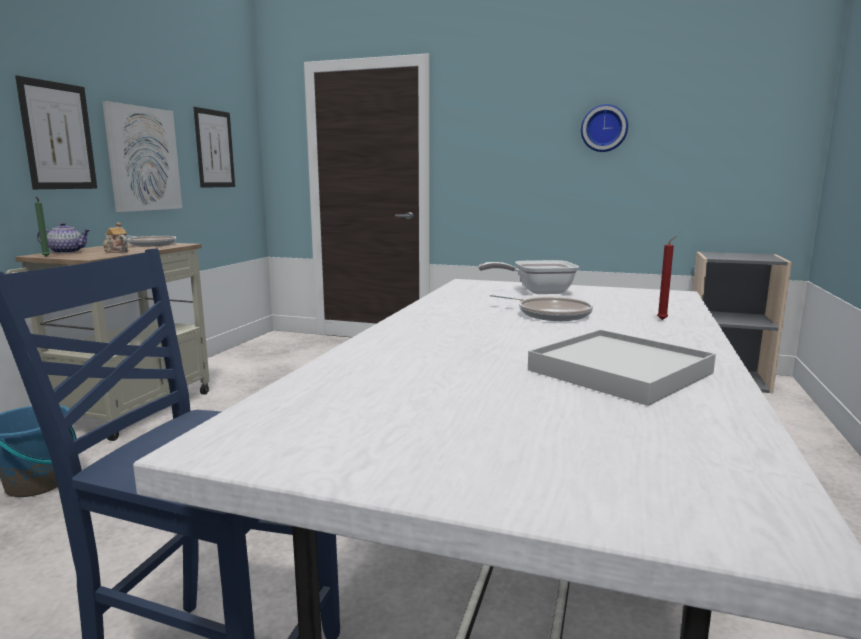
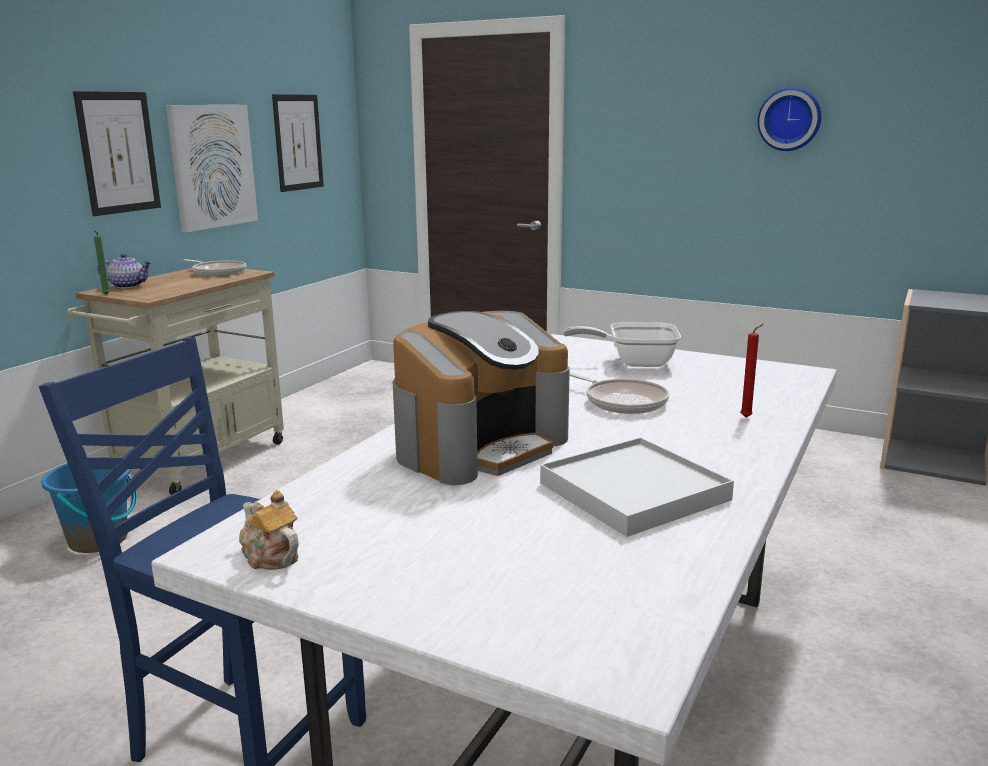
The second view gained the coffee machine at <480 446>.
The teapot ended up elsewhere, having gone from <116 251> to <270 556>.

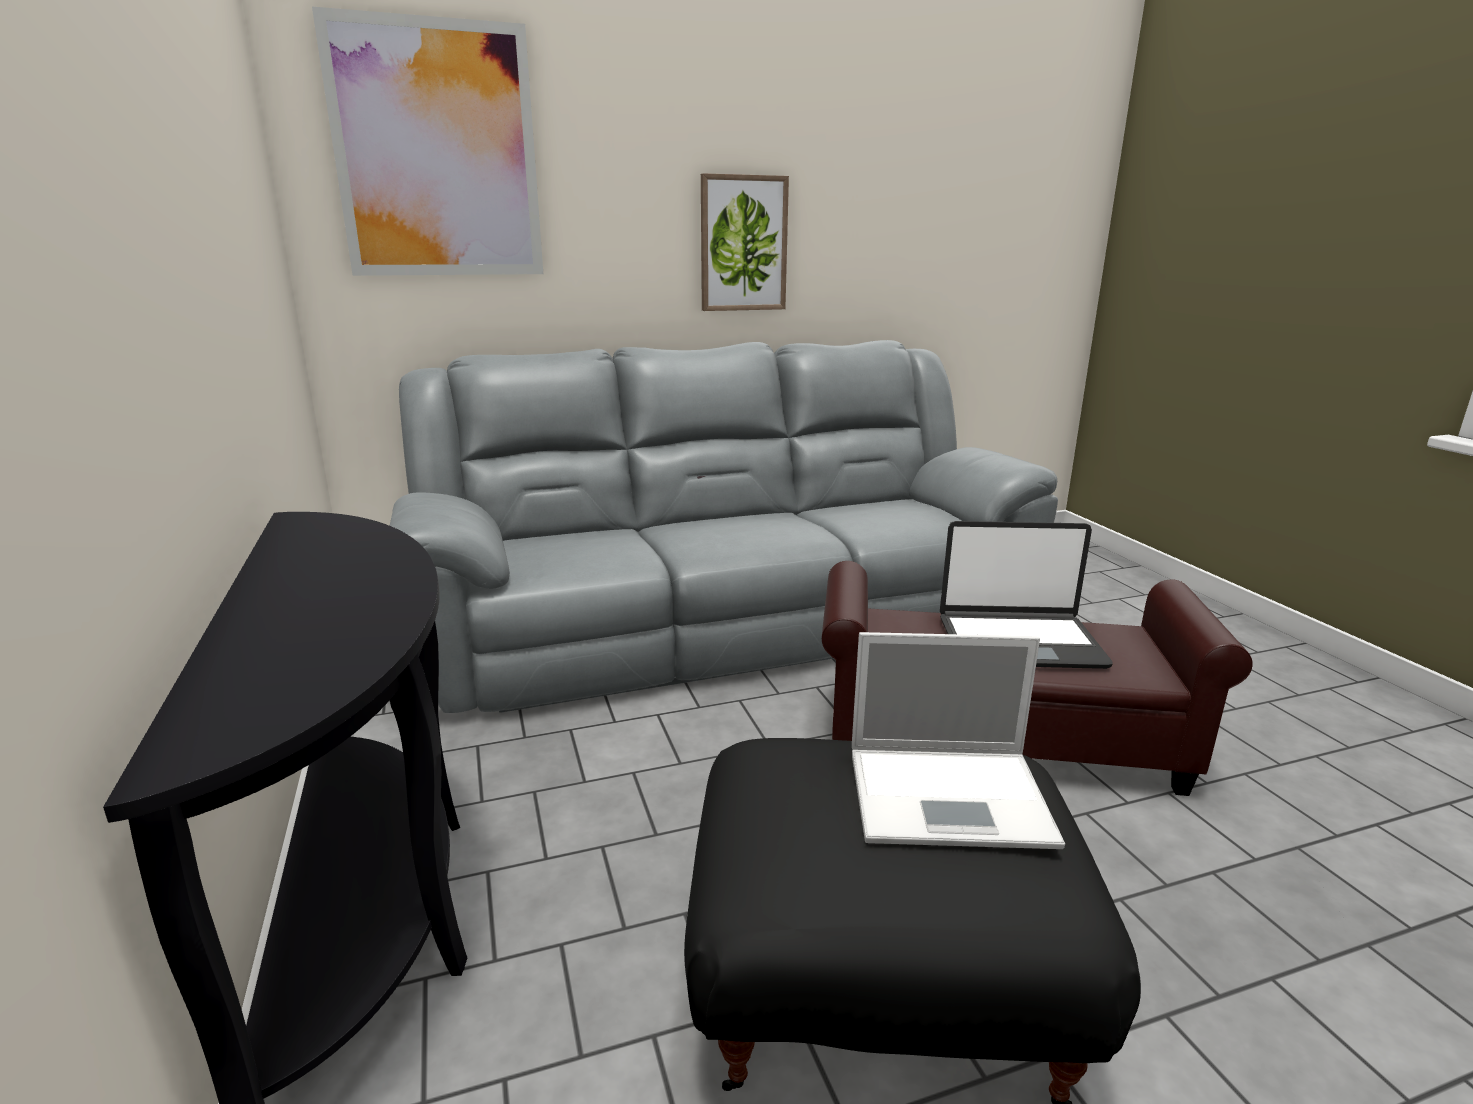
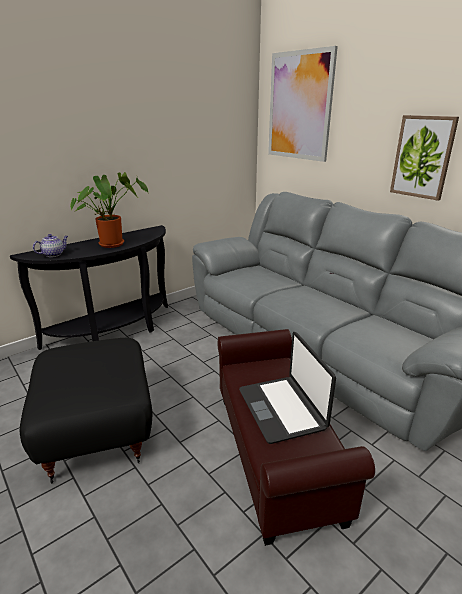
The second view lost the laptop at <952 796>.
The second view gained the teapot at <53 254>.
The second view gained the potted plant at <114 243>.

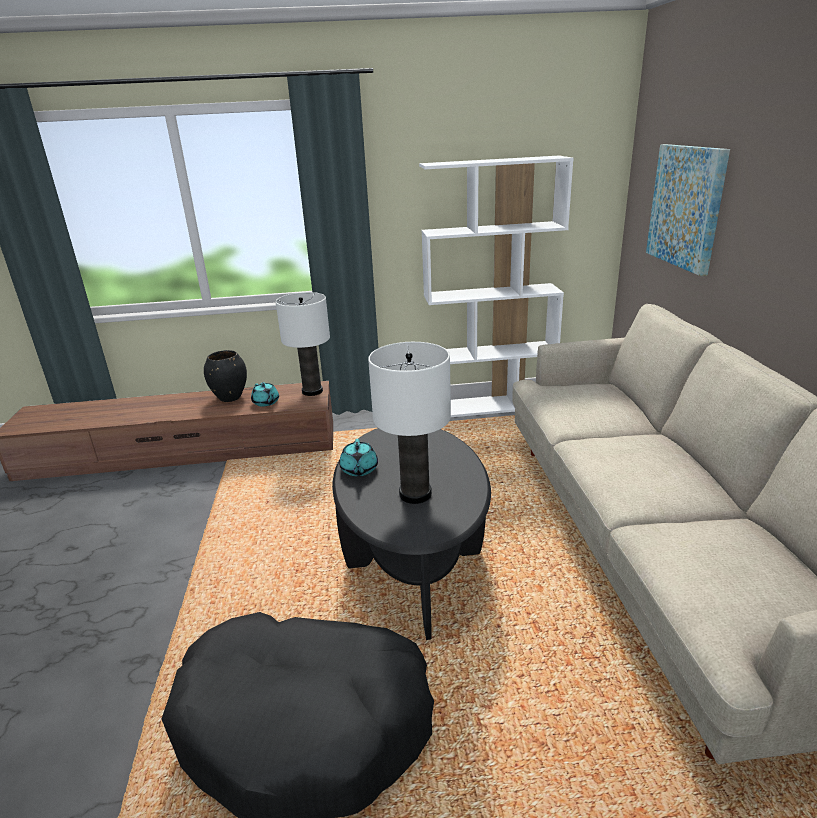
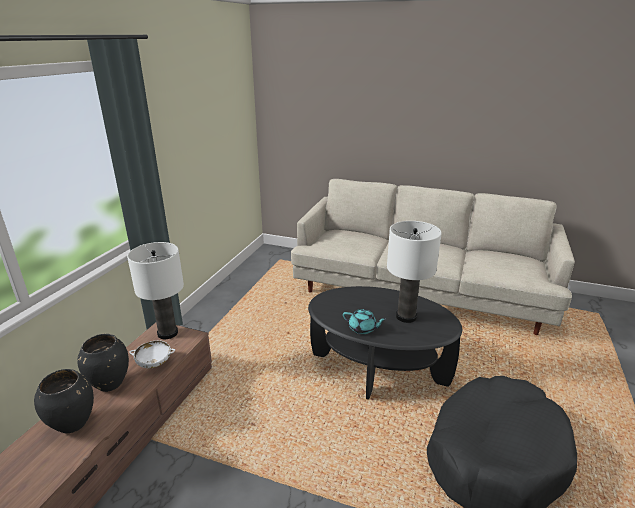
The second view lost the white bookcase at <490 405>.
The second view lost the picture at <686 207>.
The second view gained the black vase at <73 423>.
Where the turquoise teapot stood at <266 402>, the white bowl came to stand at <154 363>.

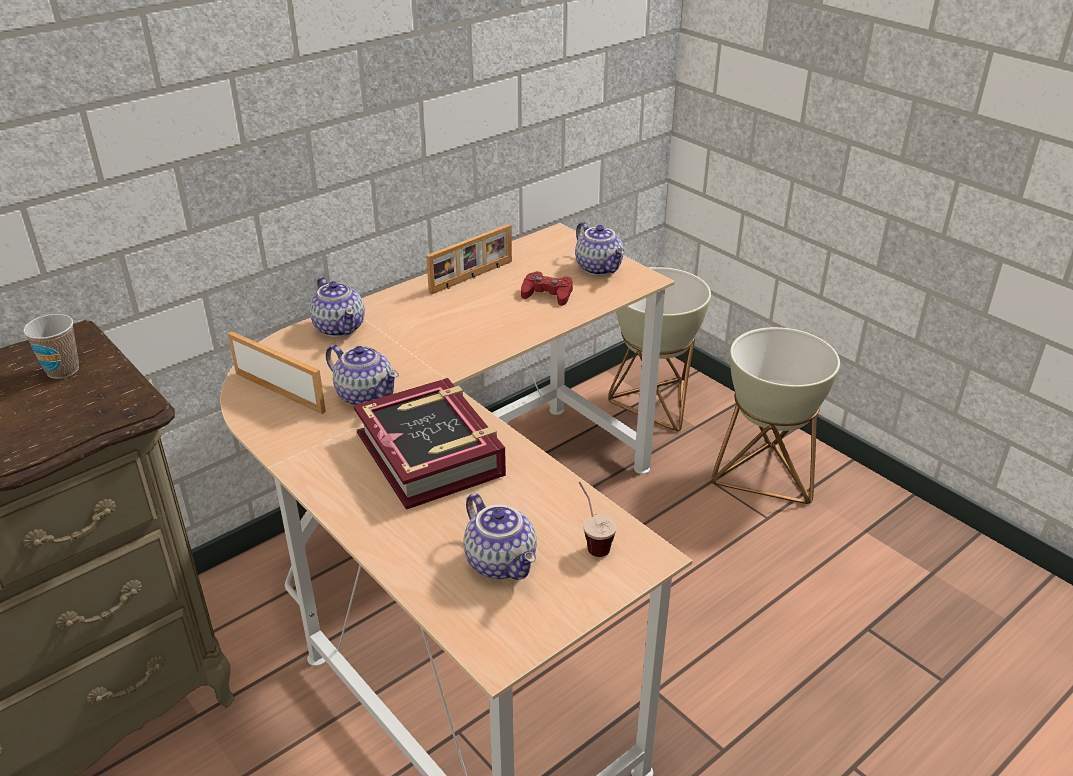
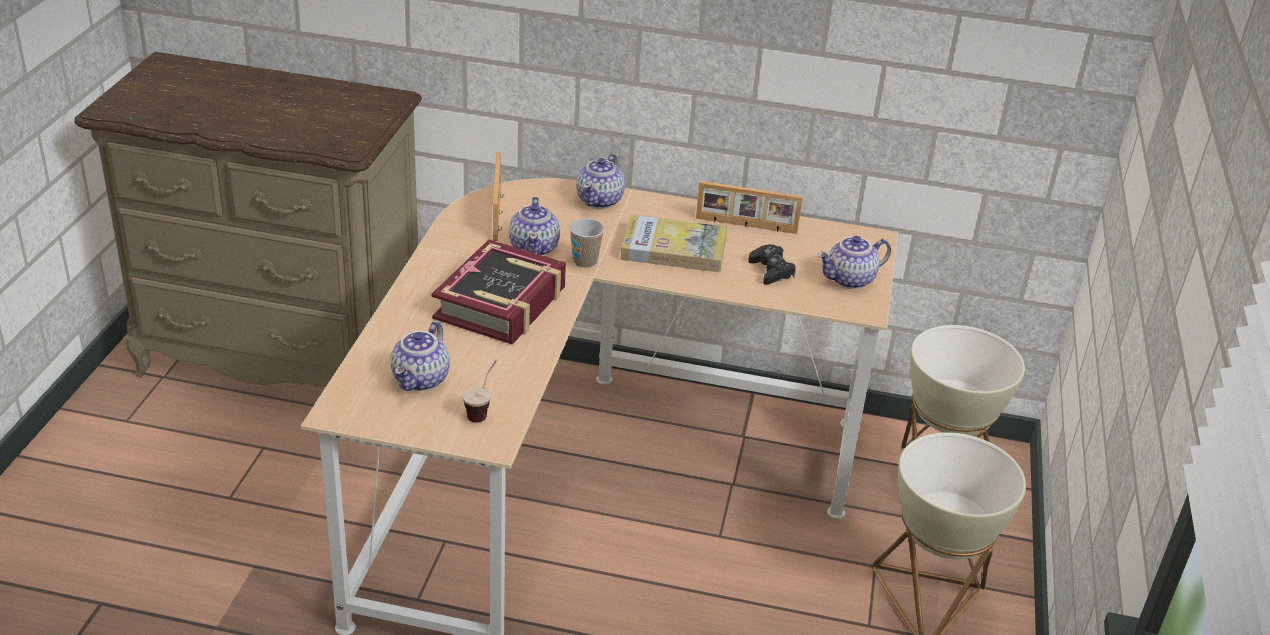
The second view gained the book at <674 248>.
The cup ended up elsewhere, having gone from <63 370> to <585 261>.
What was the red game controller at <547 294> turned into the black game controller at <771 270>.
The teapot at <600 268> ended up facing another way, 45 degrees clockwise from before.

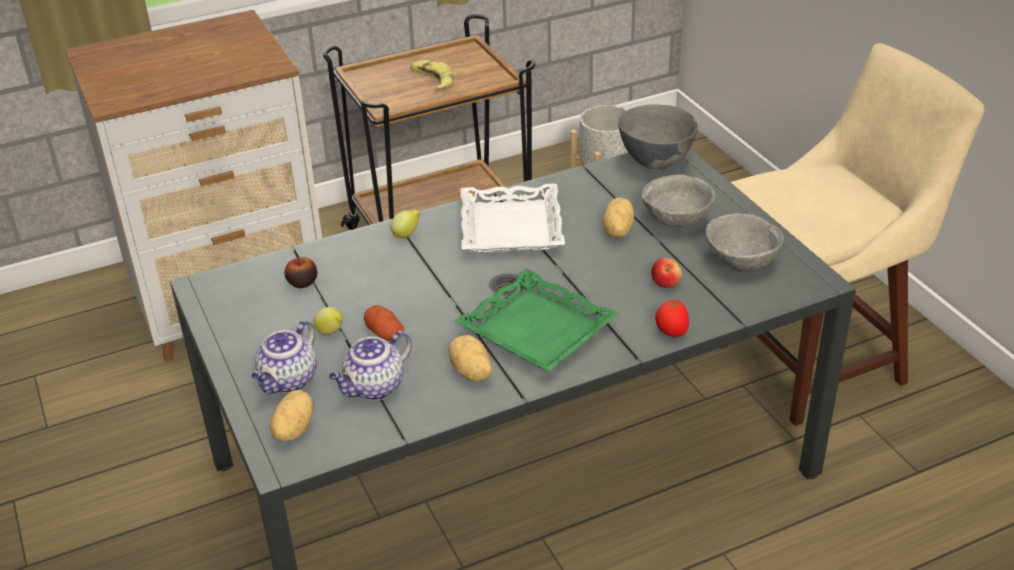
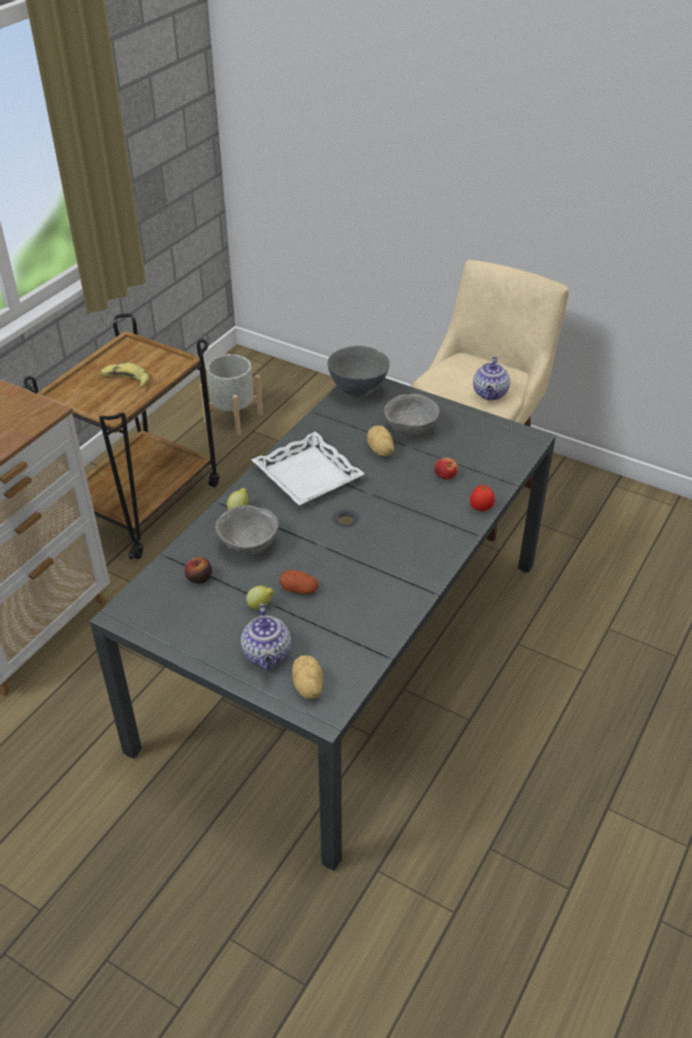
The second view lost the potato at <471 373>.
The second view lost the green tray at <536 330>.
The teapot ended up elsewhere, having gone from <374 388> to <490 394>.
The grey bowl ended up elsewhere, having gone from <740 261> to <248 545>.

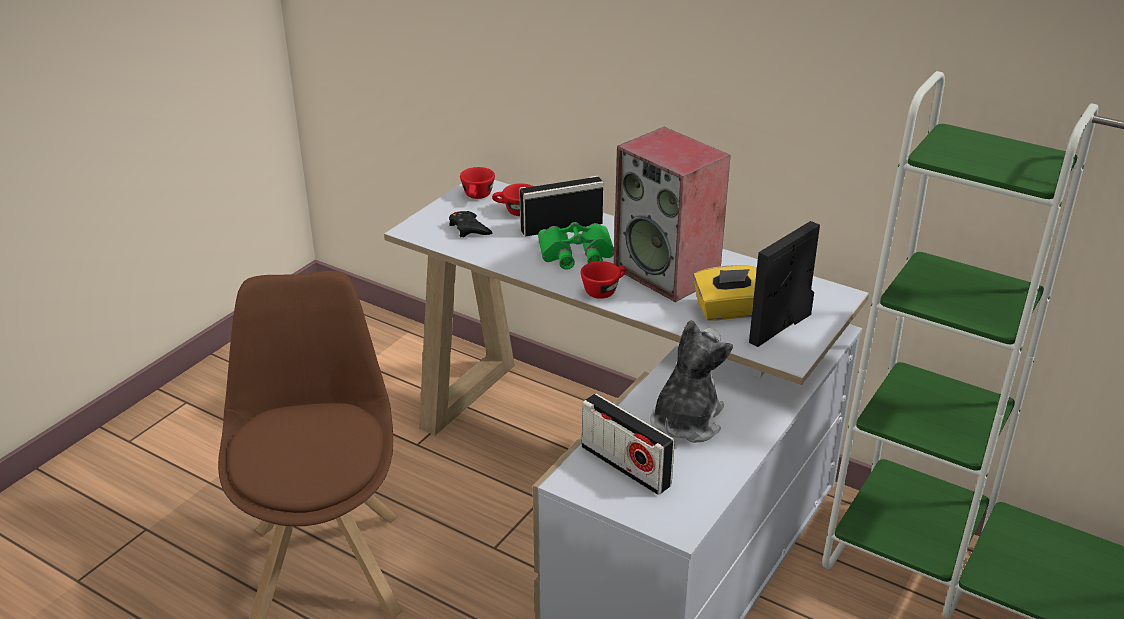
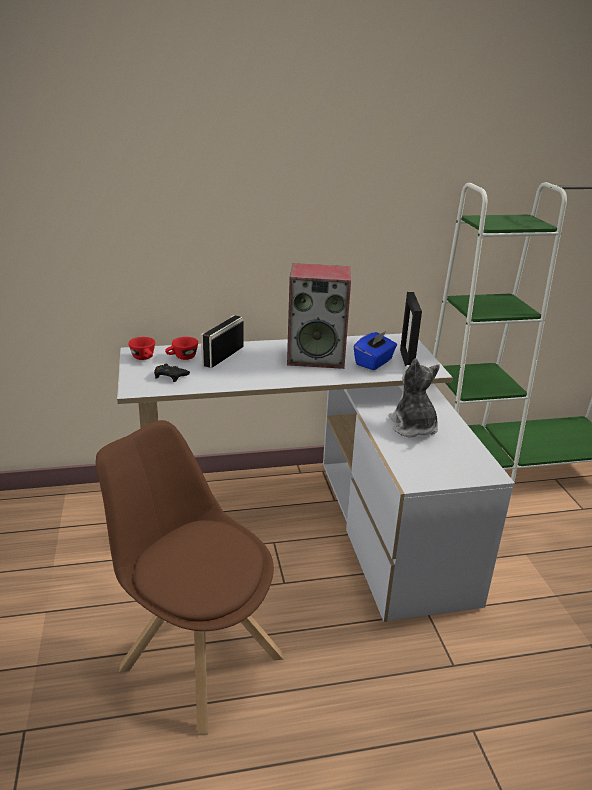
The second view lost the green binoculars at <576 254>.
The second view lost the red cup at <604 290>.
The second view lost the radio at <625 466>.
What was the yellow tissue box at <729 311> turned into the blue tissue box at <374 362>.

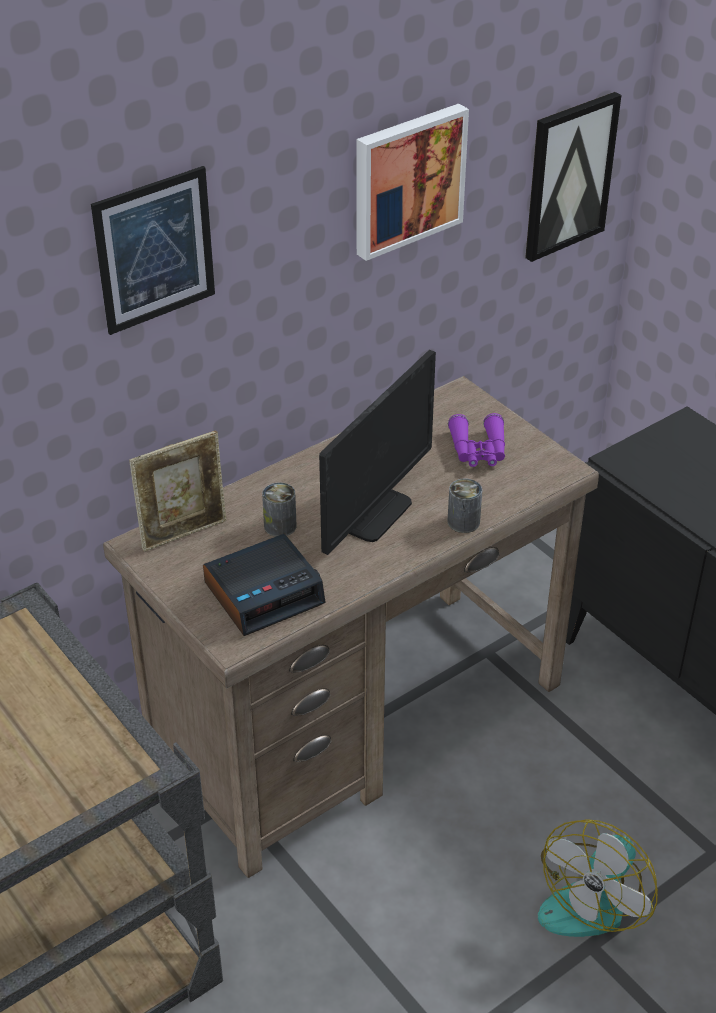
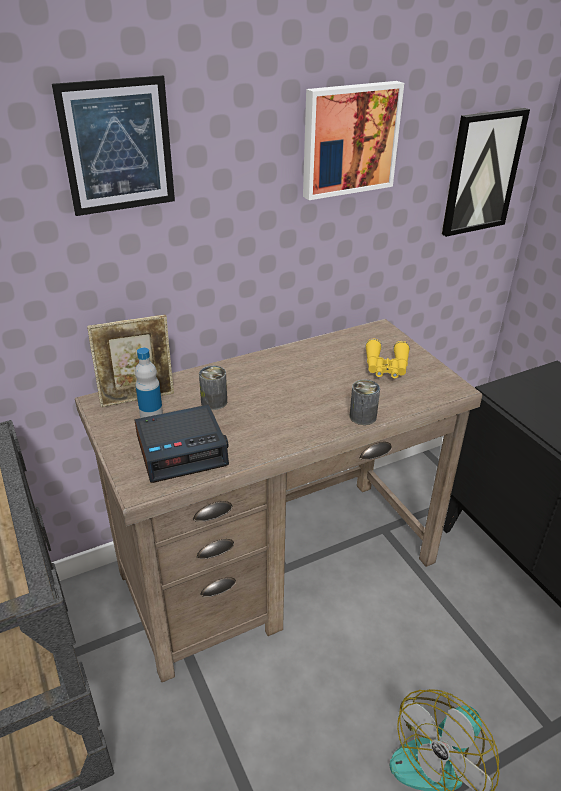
The second view lost the monitor at <373 513>.
The second view gained the bottle at <151 414>.
What was the purple binoculars at <478 450> turned into the yellow binoculars at <386 367>.

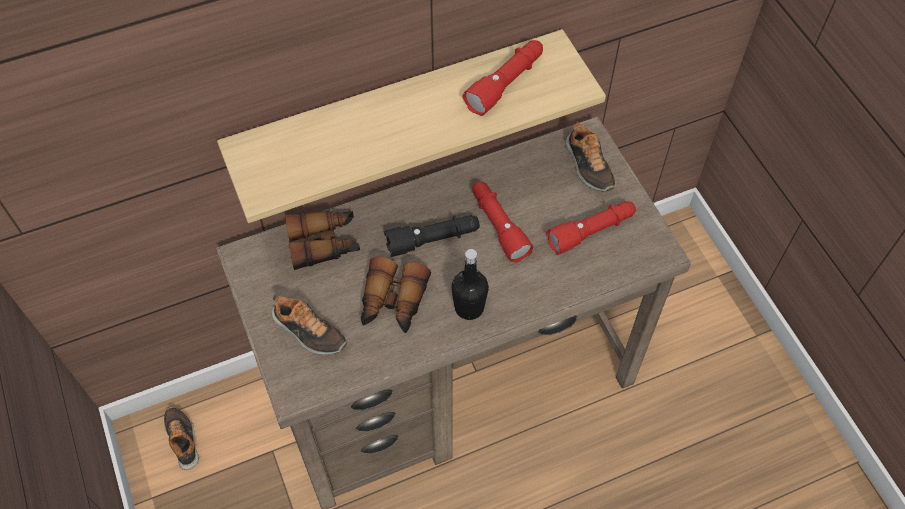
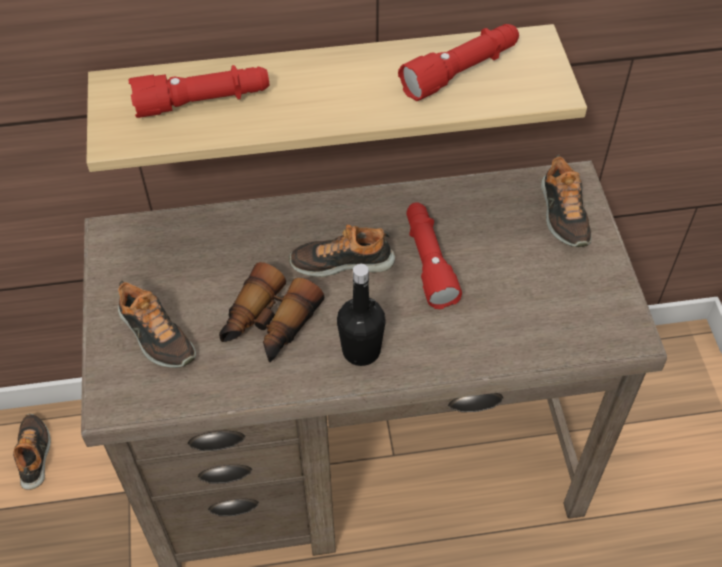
The second view lost the binoculars at <324 243>.
The red flashlight ended up elsewhere, having gone from <591 231> to <203 102>.
Where the black flashlight stood at <433 240>, the shoe came to stand at <342 261>.

